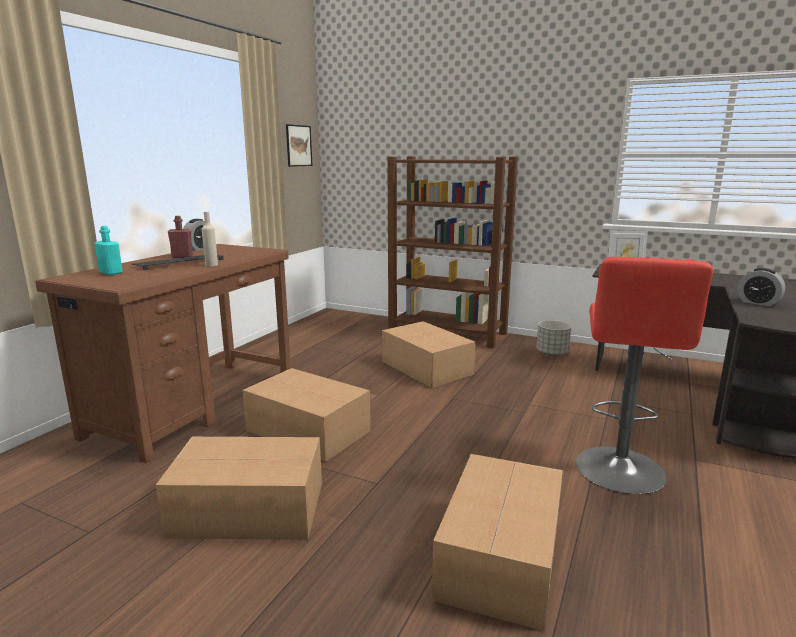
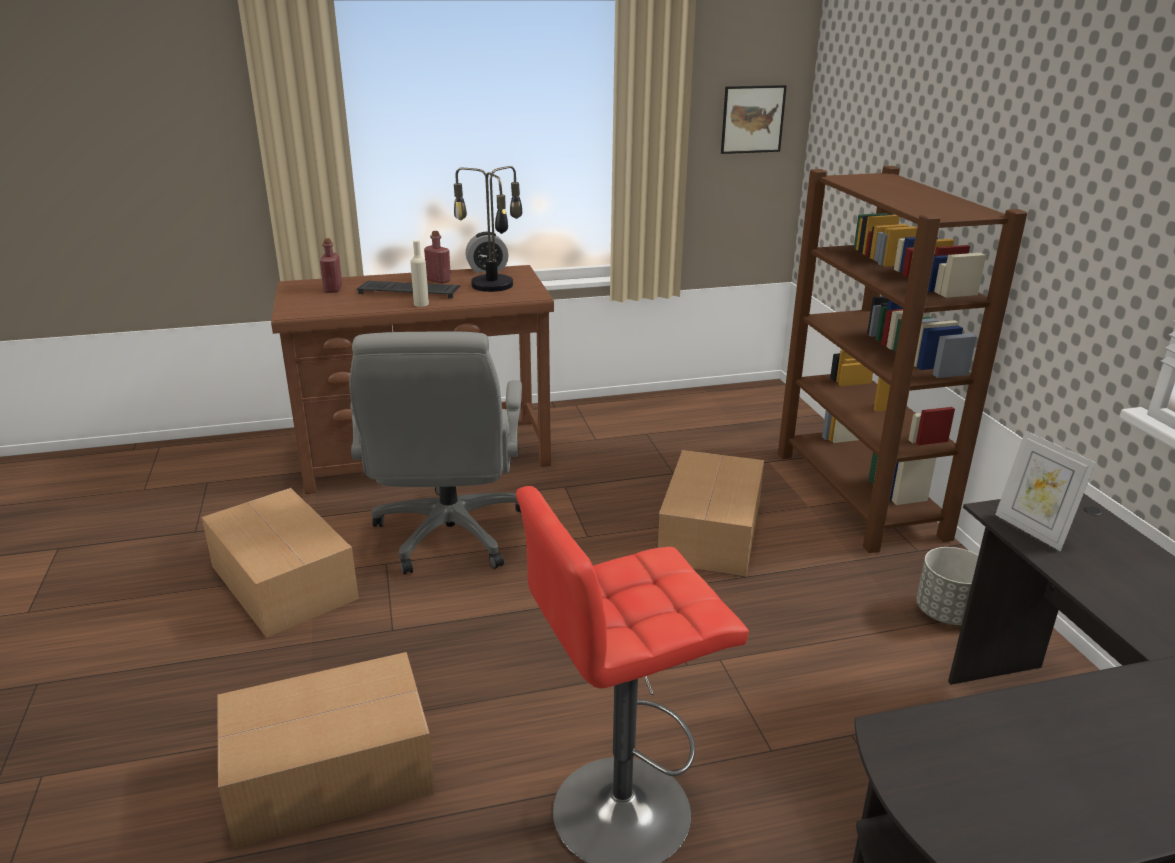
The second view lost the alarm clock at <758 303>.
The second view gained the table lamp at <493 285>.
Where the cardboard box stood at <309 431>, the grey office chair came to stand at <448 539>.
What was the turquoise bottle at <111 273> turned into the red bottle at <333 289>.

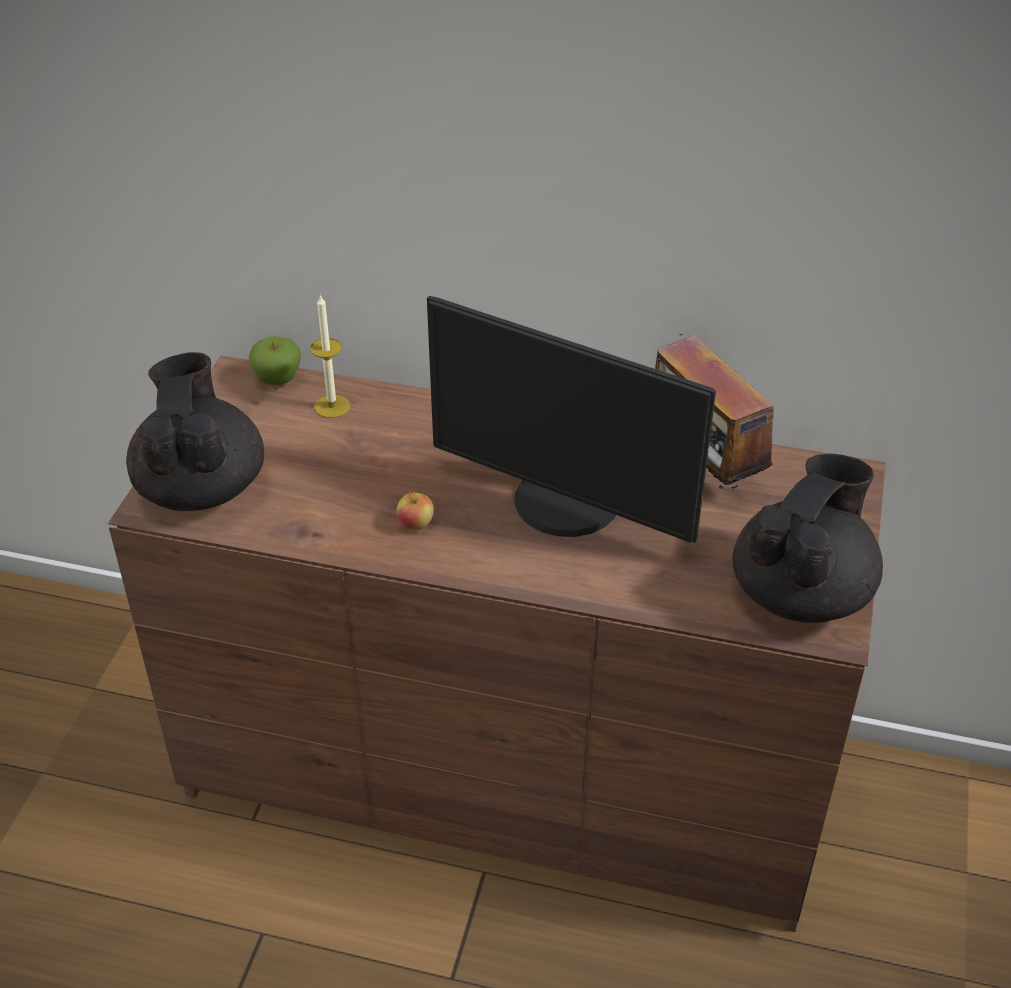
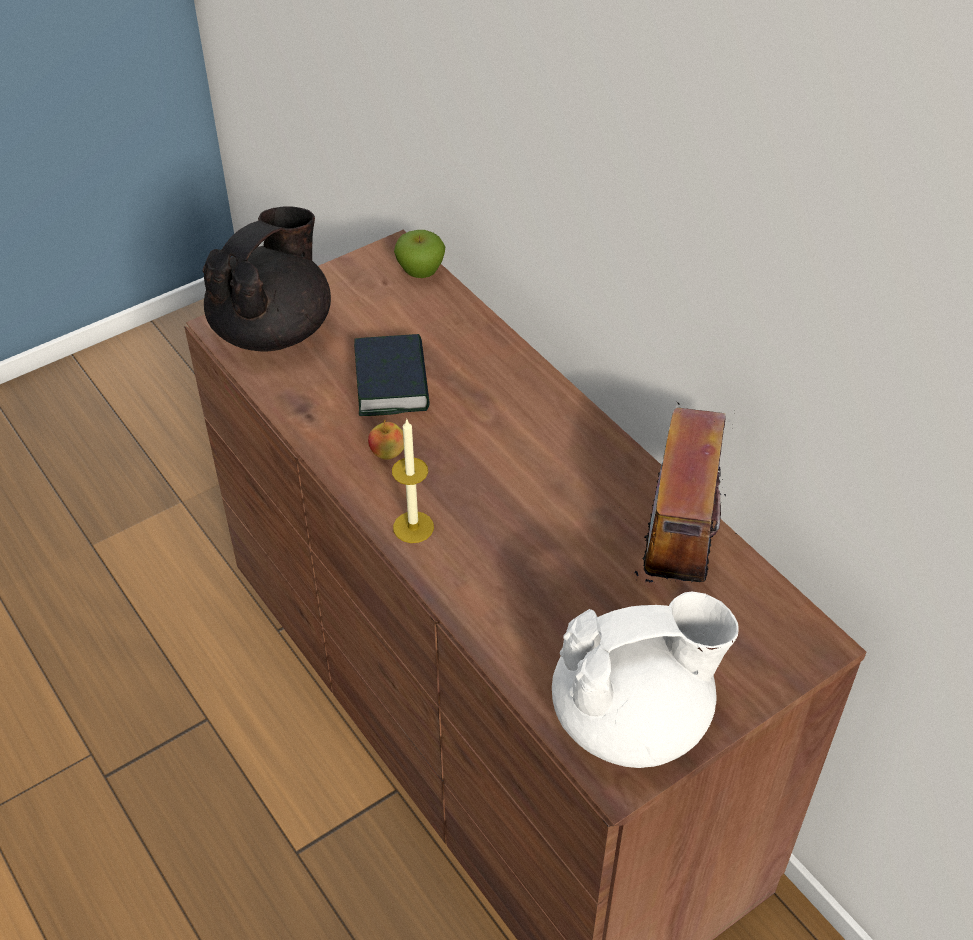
The second view lost the monitor at <564 504>.
The second view gained the book at <392 382>.
The candle ended up elsewhere, having gone from <332 406> to <413 527>.
What was the black teapot at <801 592> turned into the white teapot at <633 718>.

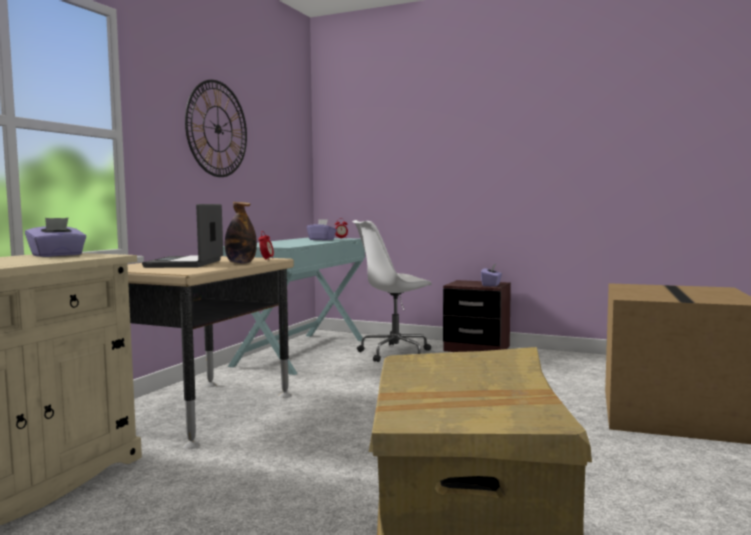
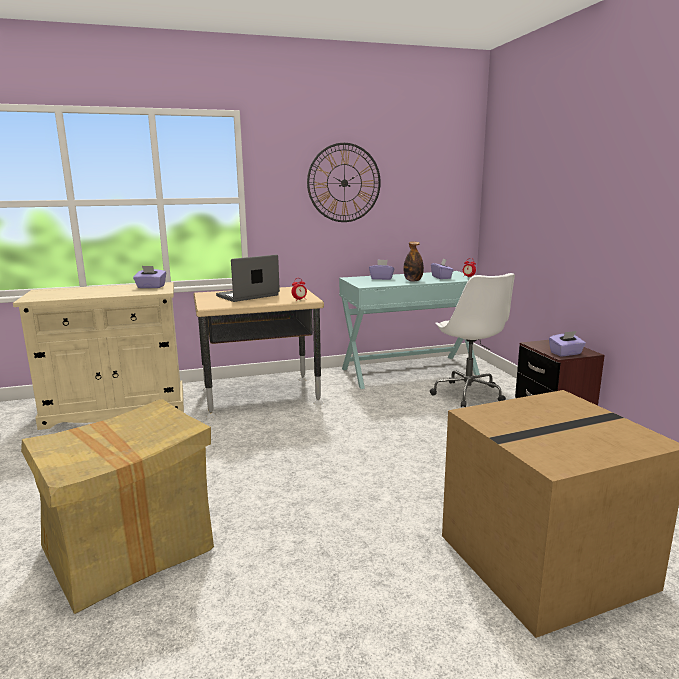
The second view gained the purple tissue box at <381 278>.
The bottle ended up elsewhere, having gone from <241 263> to <413 280>.
The white office chair at <393 353> ended up facing another way, 135 degrees counterclockwise from before.

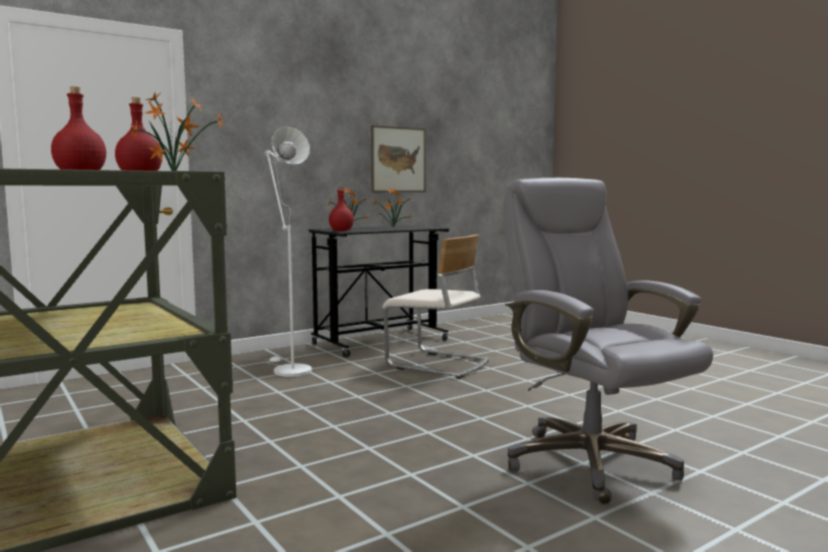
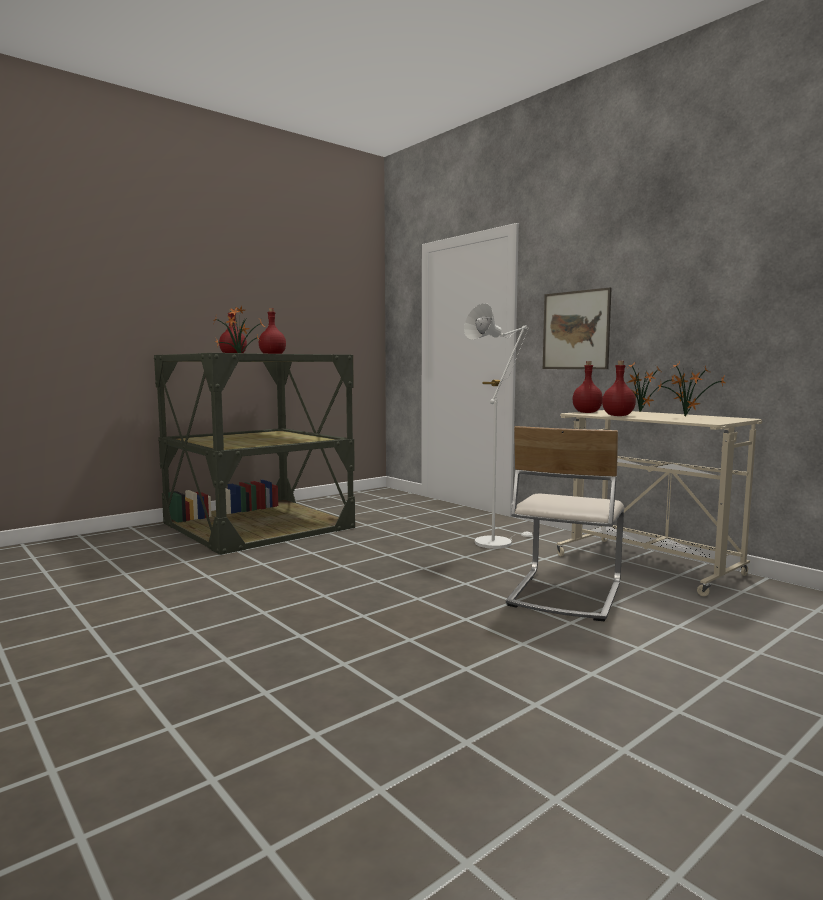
The second view lost the grey office chair at <593 465>.
The second view gained the red bottle at <618 416>.
The picture ended up elsewhere, having gone from <398 159> to <576 330>.
What was the black desk at <380 342> turned into the beige desk at <648 565>.

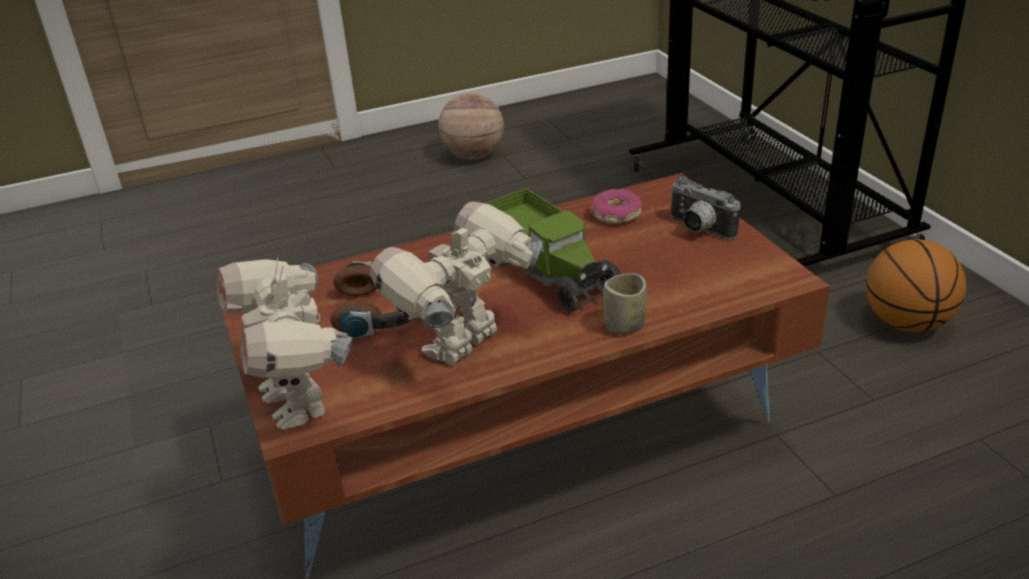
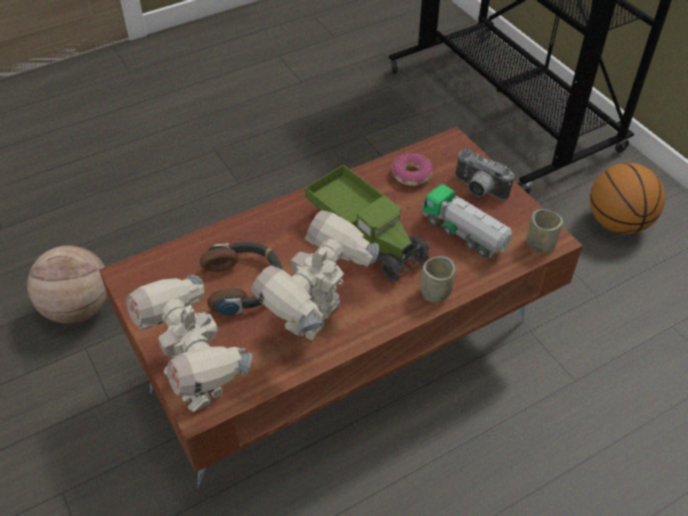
The second view gained the toy truck at <464 234>.
The second view gained the cup at <540 244>.
The basketball ended up elsewhere, having gone from <473 156> to <78 308>.

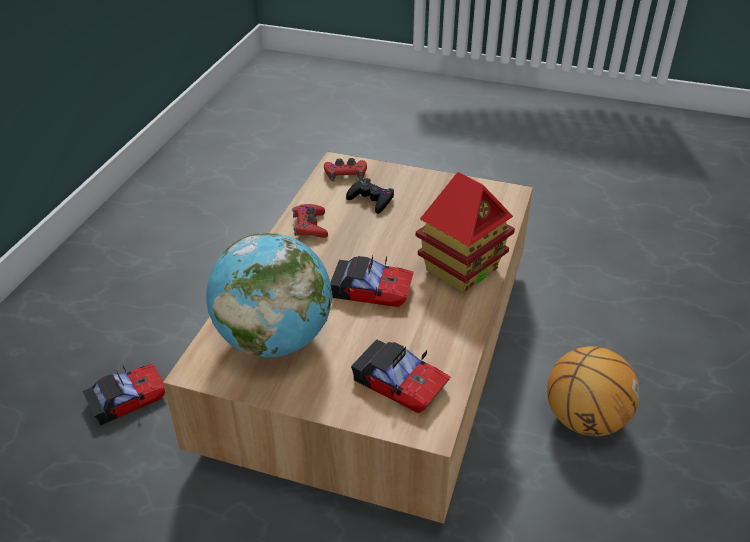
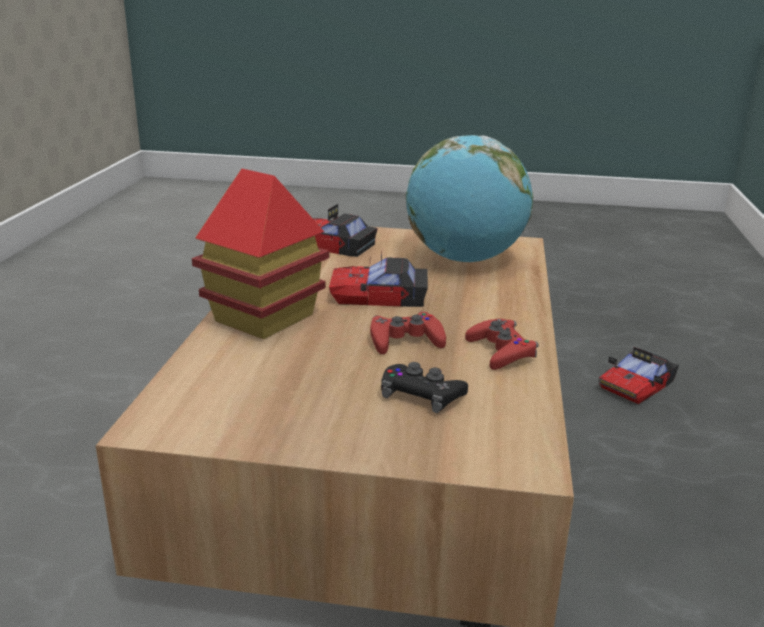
The second view lost the basketball at <584 419>.
The red game controller ended up elsewhere, having gone from <345 173> to <405 340>.

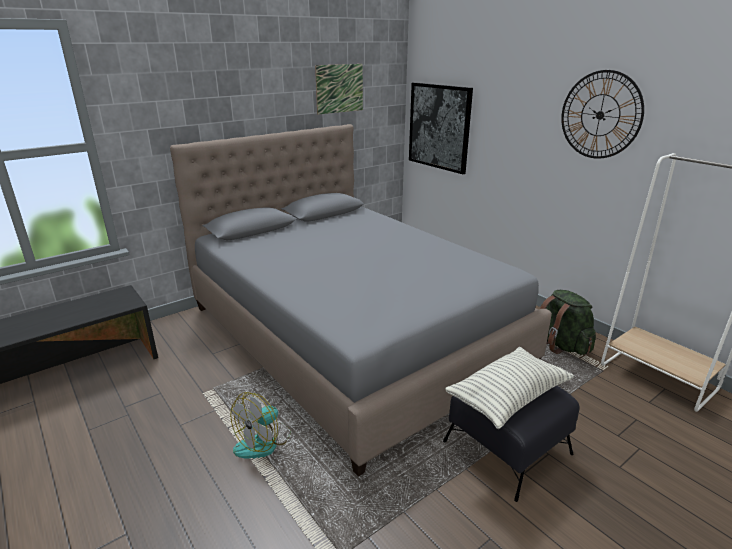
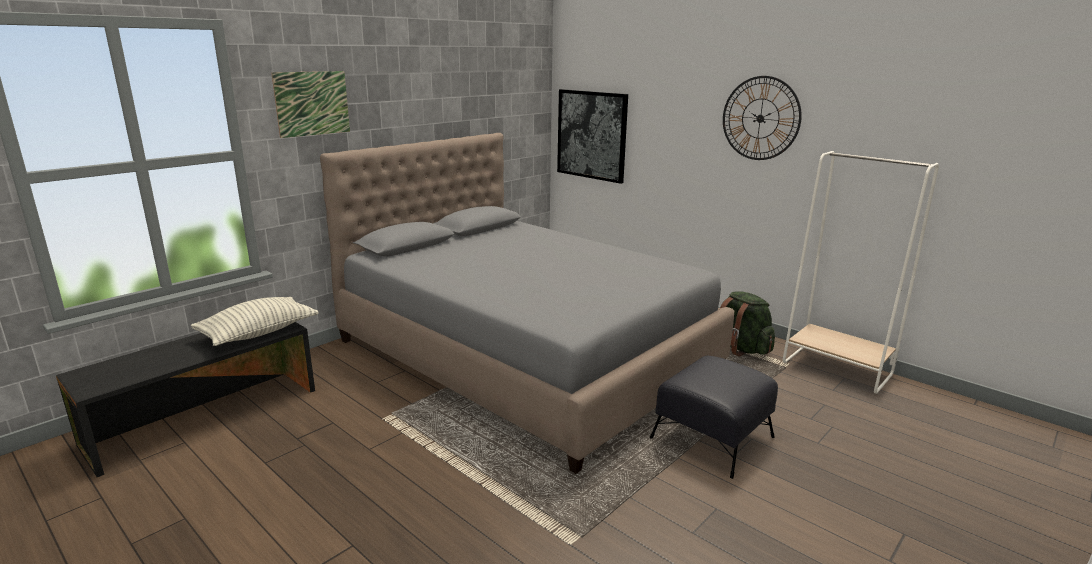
The second view lost the fan at <264 442>.
The picture ended up elsewhere, having gone from <339 88> to <312 103>.
The pillow ended up elsewhere, having gone from <508 397> to <258 333>.

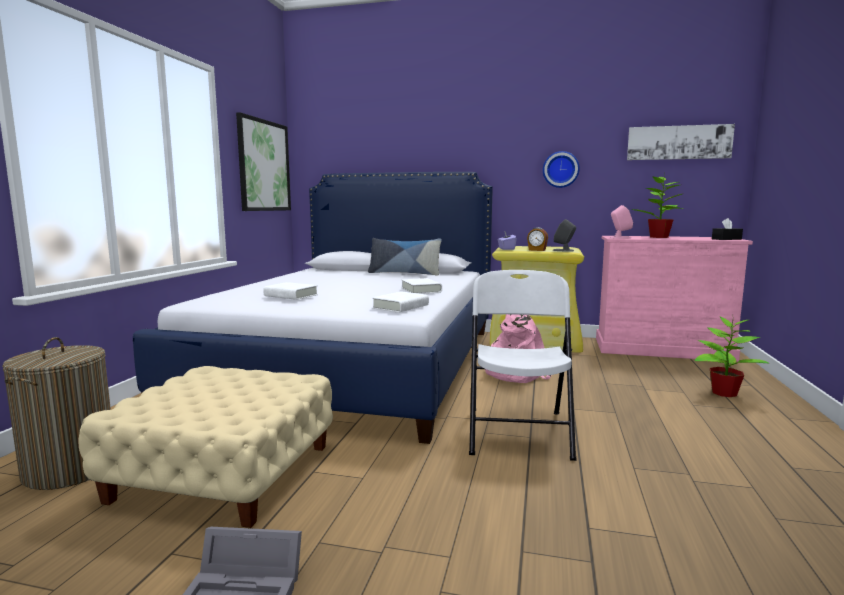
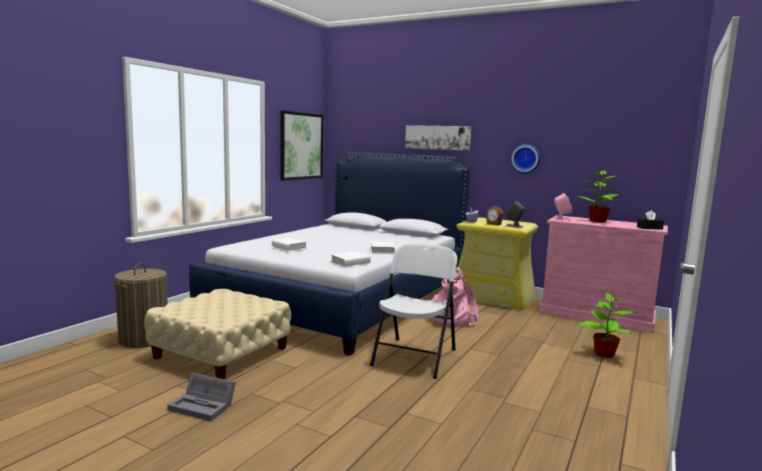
The second view lost the pillow at <404 273>.
The picture ended up elsewhere, having gone from <678 142> to <437 137>.

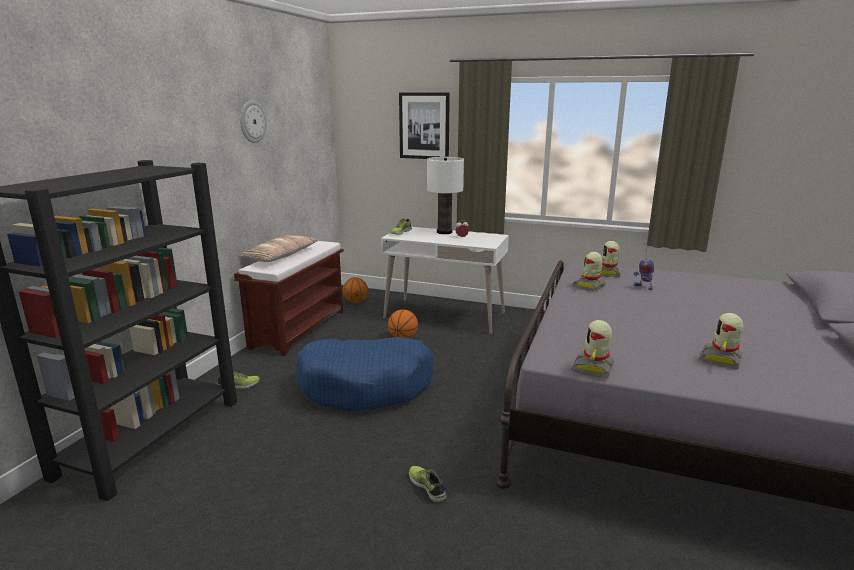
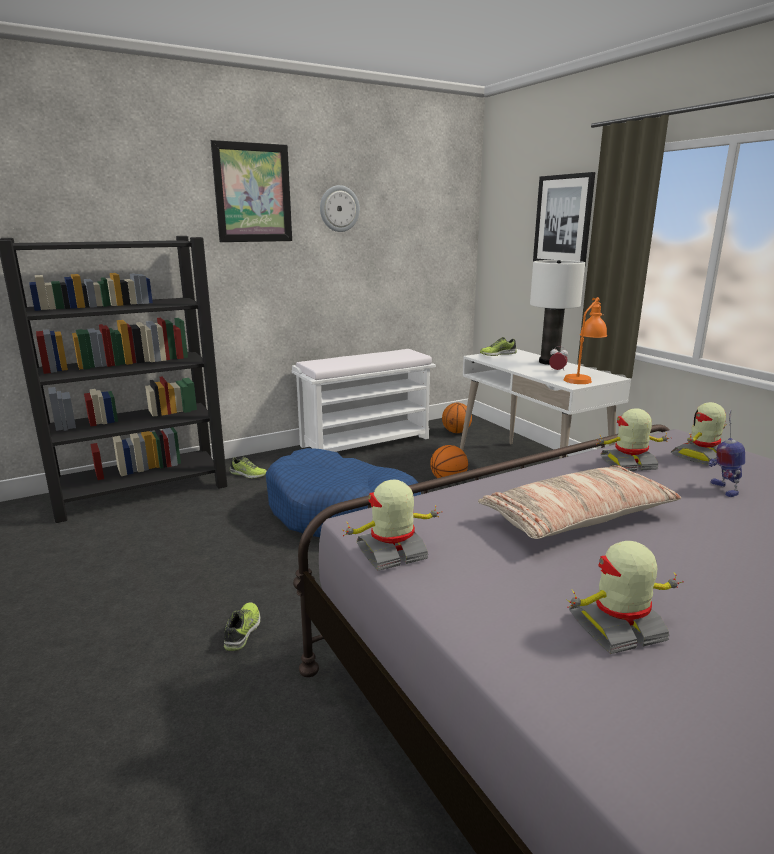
The second view gained the picture at <253 193>.
The second view gained the orange table lamp at <582 378>.
The pillow ended up elsewhere, having gone from <282 256> to <579 518>.
What was the brown bench at <299 328> turned into the white bench at <366 442>.

